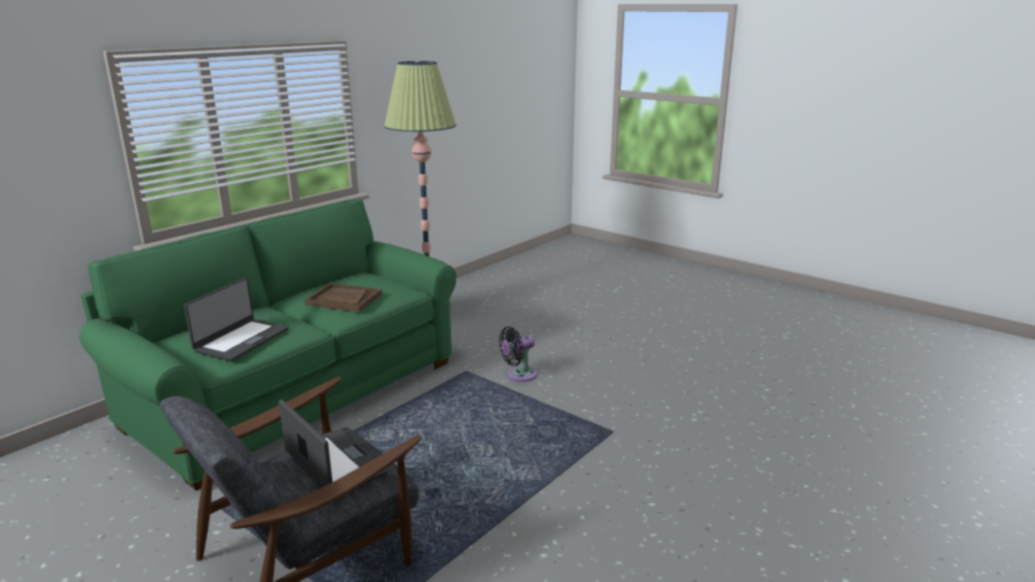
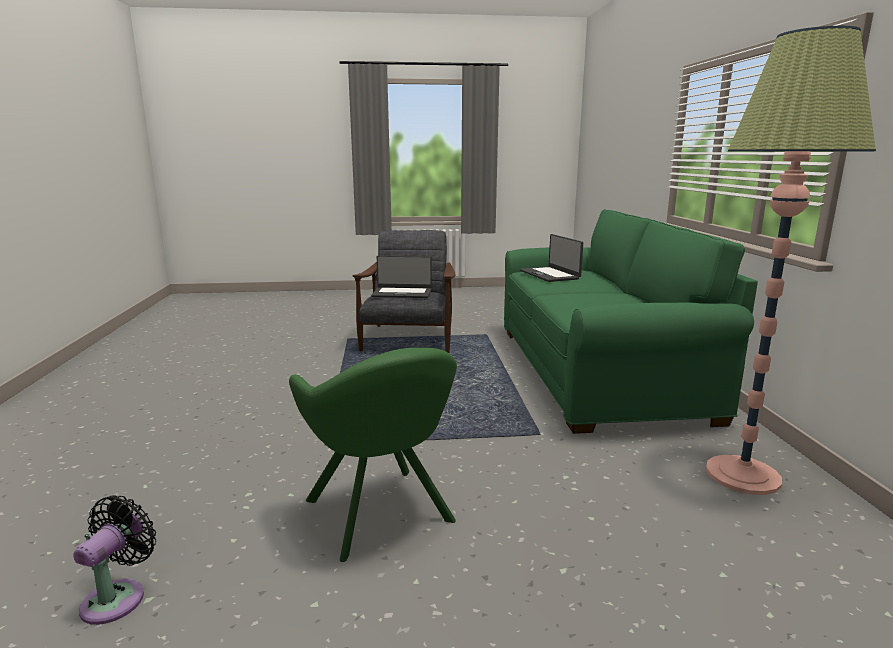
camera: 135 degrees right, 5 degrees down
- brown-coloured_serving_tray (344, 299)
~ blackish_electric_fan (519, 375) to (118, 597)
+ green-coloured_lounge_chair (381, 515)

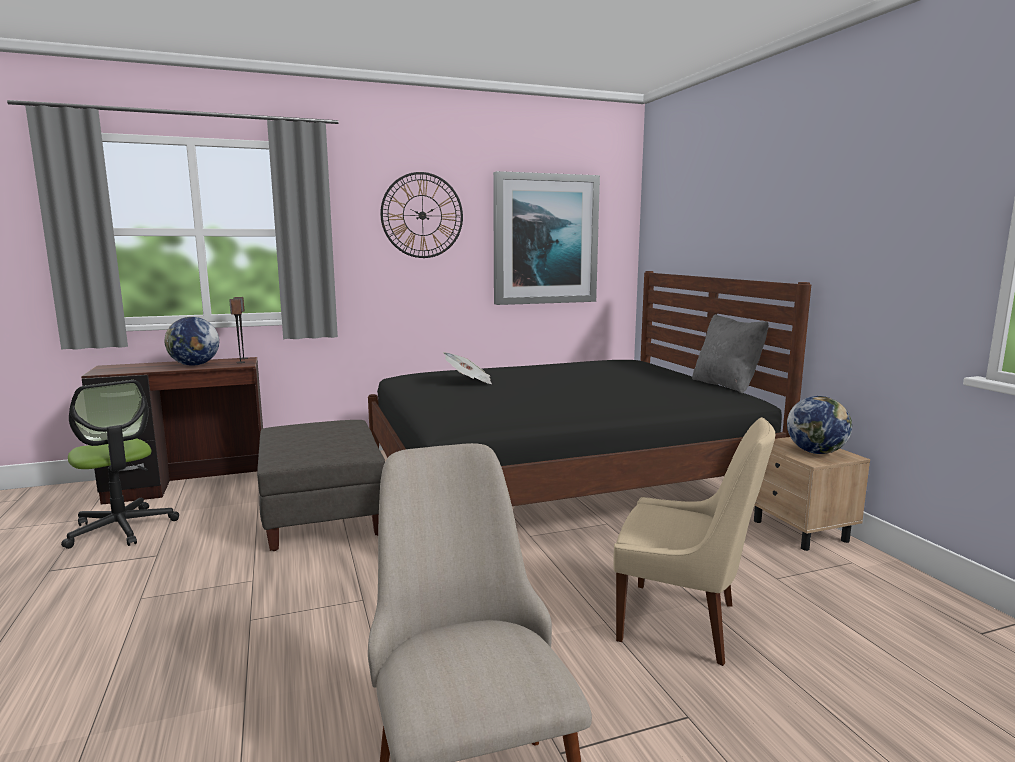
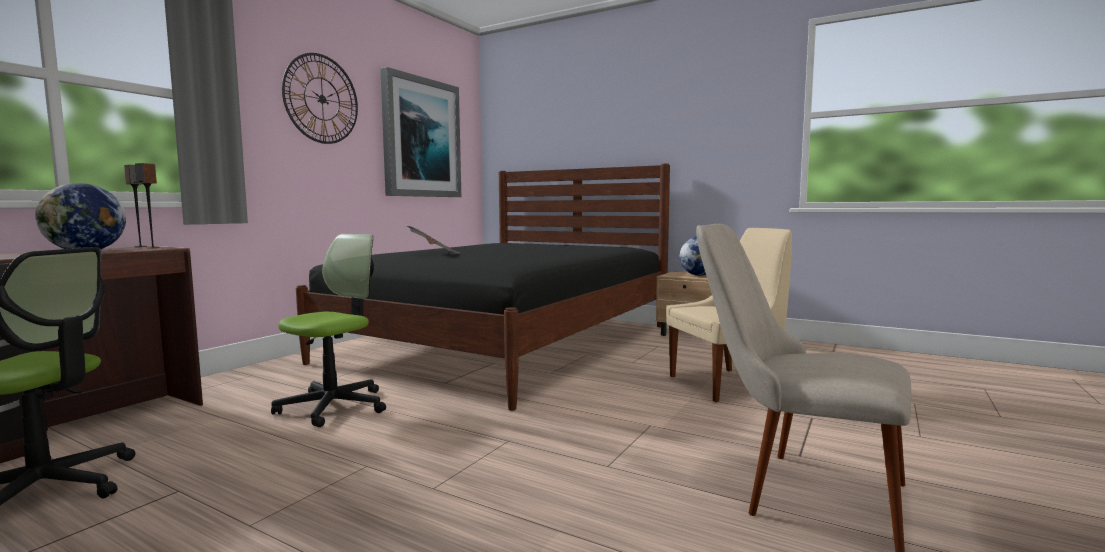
camera: 40 degrees left, 5 degrees down
- greyish_throw_pillow (726, 385)
~ greyish_ottoman (323, 515) to office_chair (333, 406)

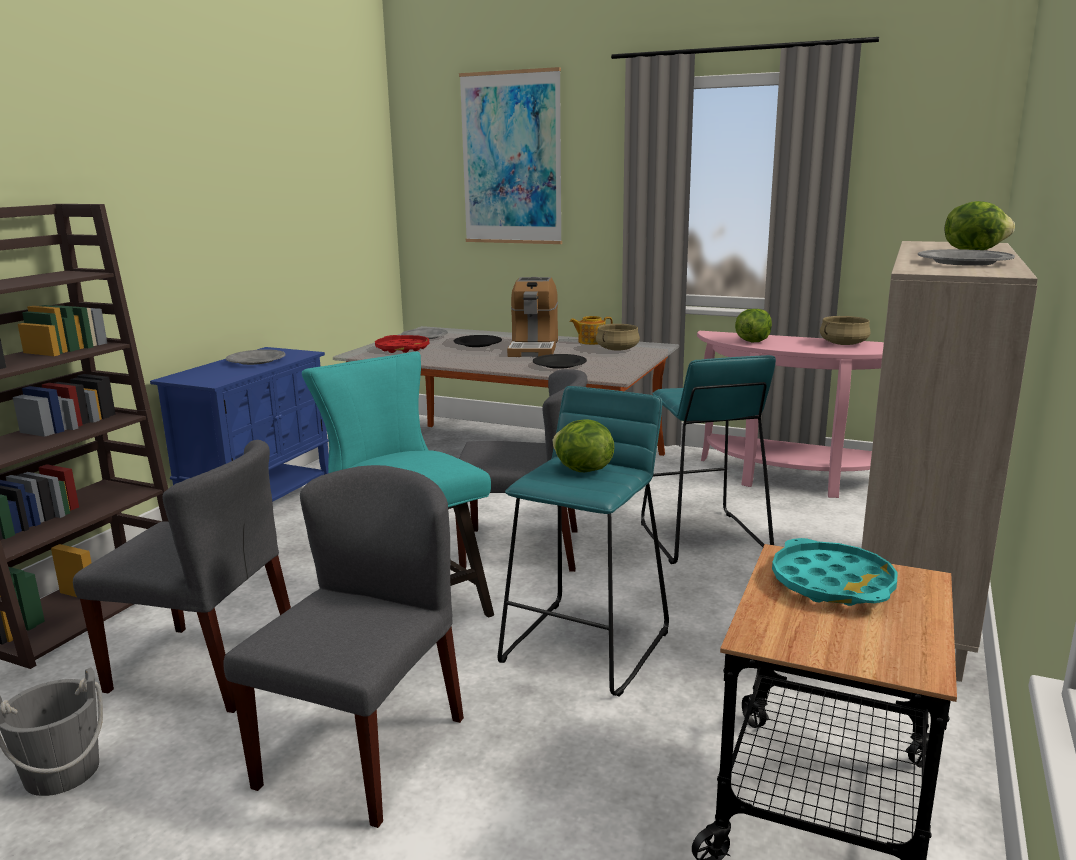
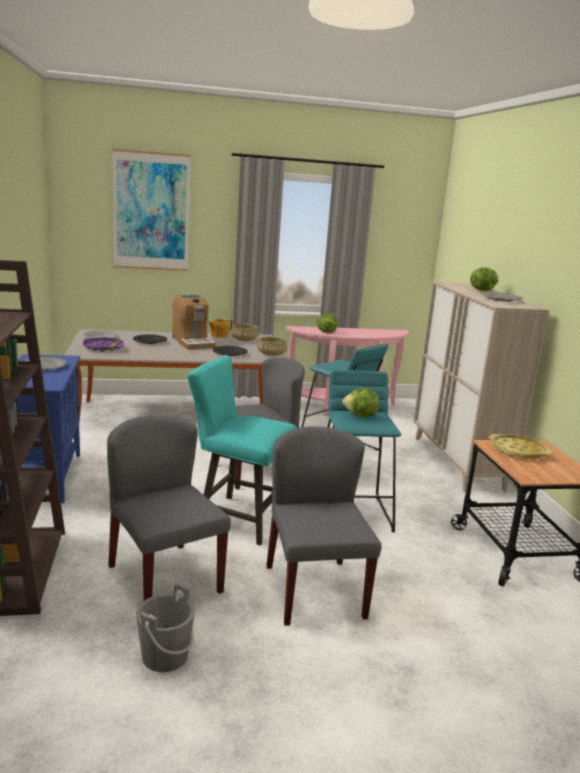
camera: 35 degrees left, 0 degrees up
~ beige-coloured_cooking_pot (843, 344) to (271, 354)
~ red_serving_tray (402, 348) to purple_serving_tray (103, 348)
~ greyish_chair (206, 667) = (164, 578) 105 degrees counterclockwise
~ blue-green_serving_tray (832, 583) to yellowish_serving_tray (518, 451)

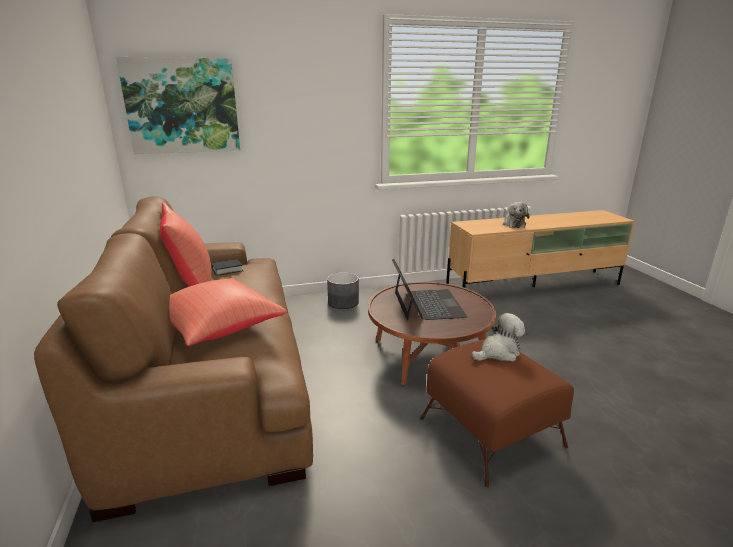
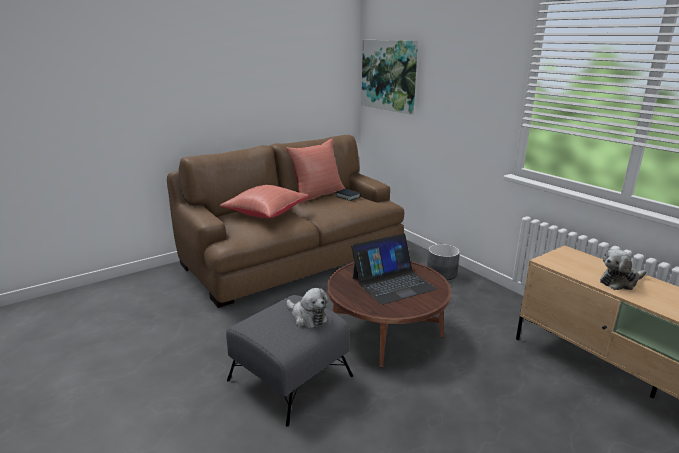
camera: 70 degrees right, 0 degrees up
~ brown-coloured_ottoman (490, 431) to greyish_ottoman (291, 377)

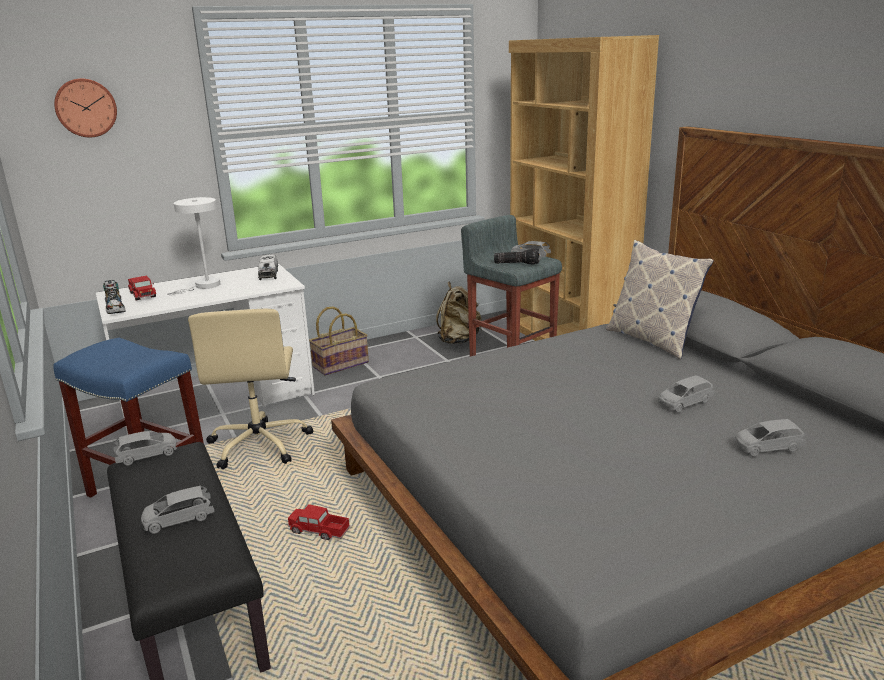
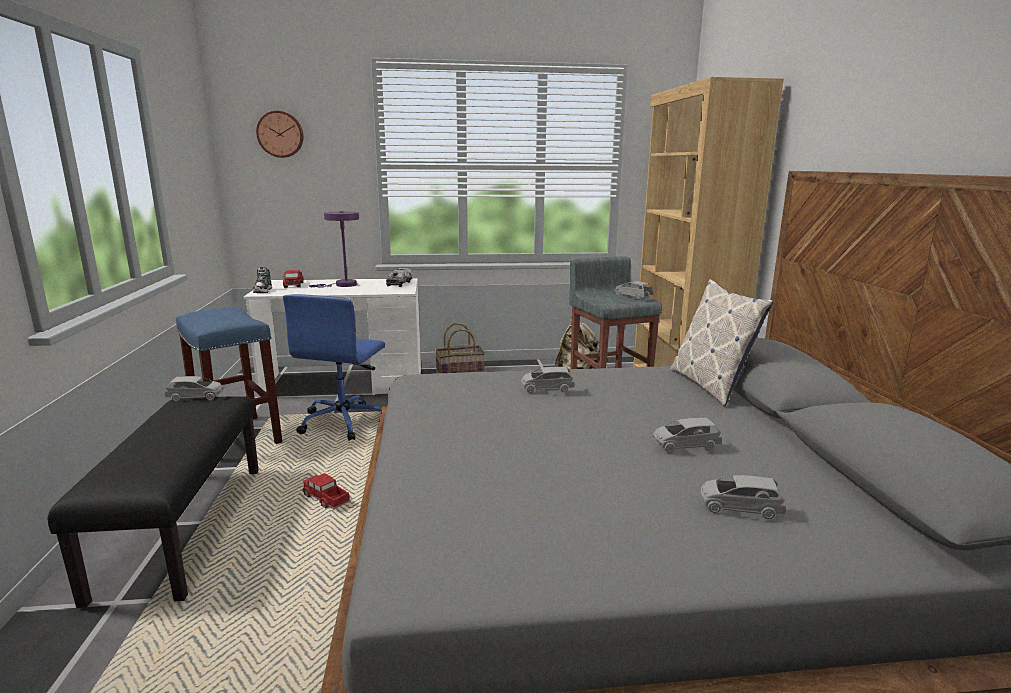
camera: 20 degrees right, 5 degrees down
~ white_lamp_for_a_table (204, 286) to purple_lamp_for_a_table (342, 285)
- hand_torch (517, 263)
~ beige-coloured_office_chair (260, 444) to blue-coloured_office_chair (344, 422)
~ greyish_miniature_car (179, 519) to (547, 389)

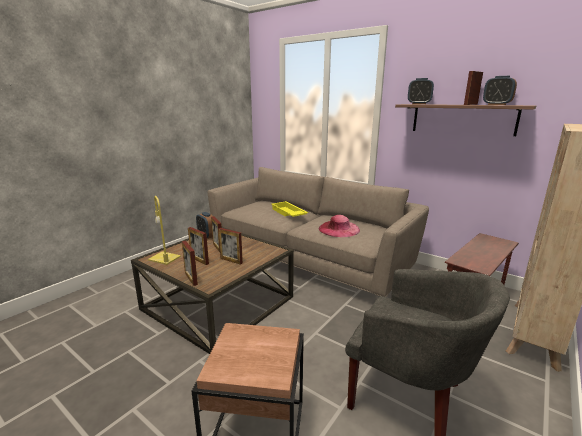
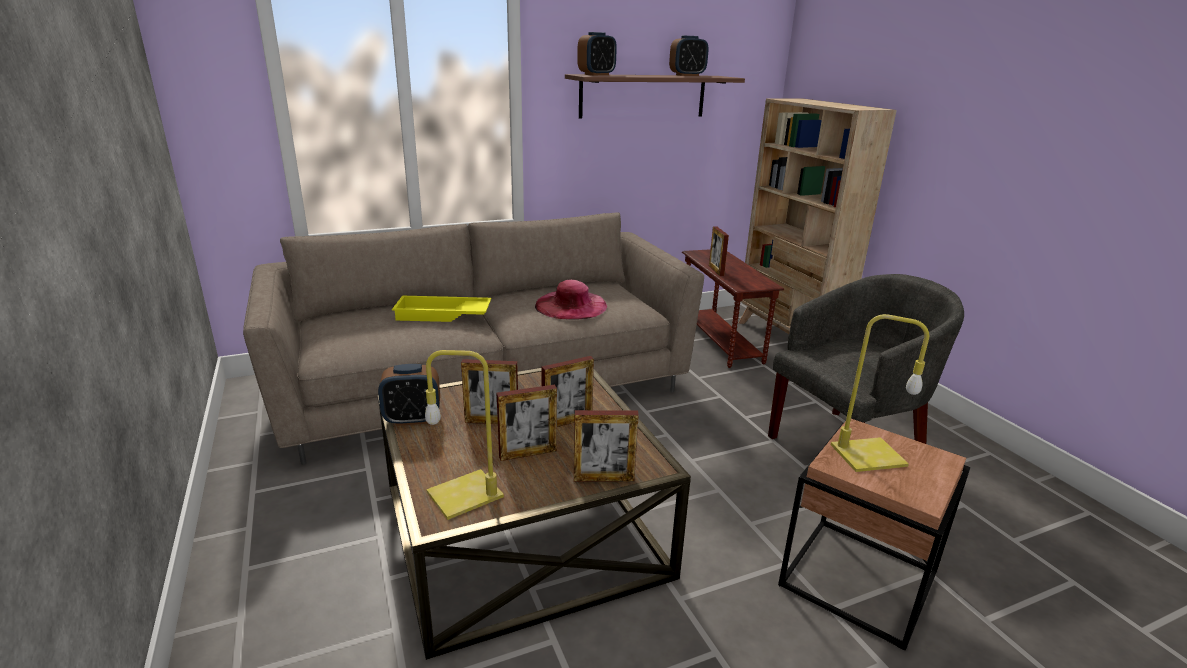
camera: 60 degrees left, 5 degrees up
~ photo_frame (470, 104) to (716, 270)
+ yellowish_lamp_for_a_table (867, 456)

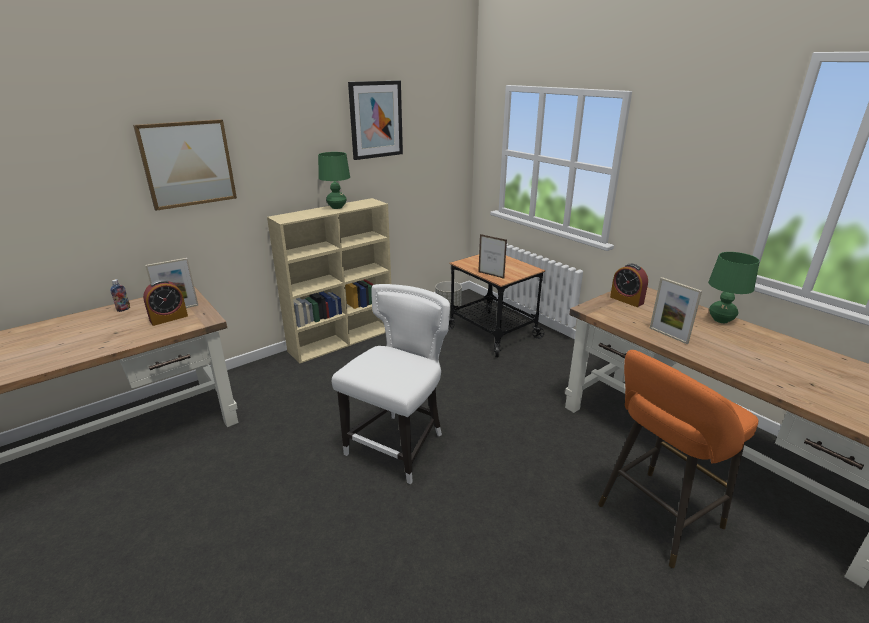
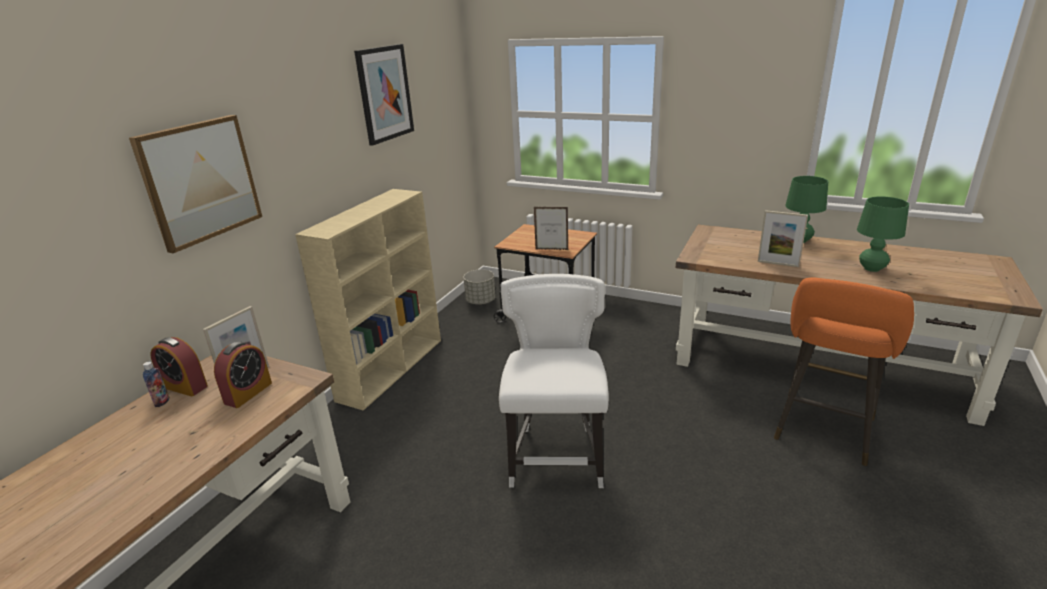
camera: 25 degrees left, 0 degrees up
~ green-coloured_lamp_for_a_table (337, 207) to (871, 268)
~ table_clock (626, 300) to (184, 386)

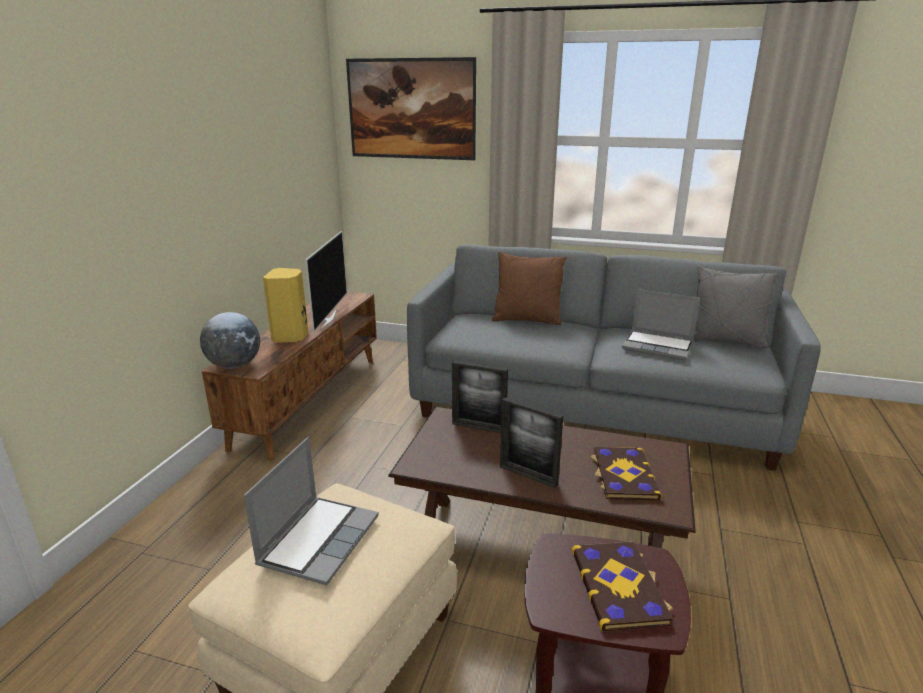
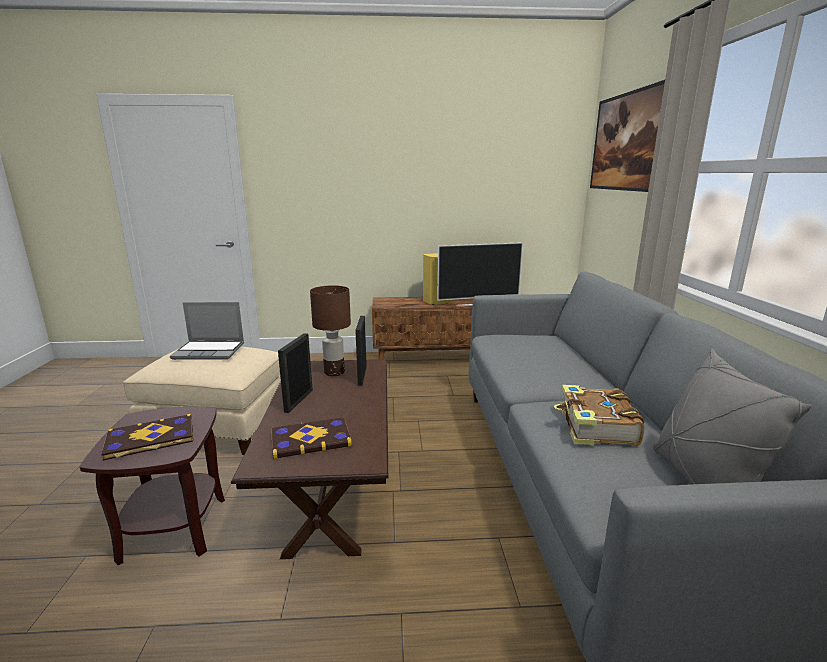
camera: 70 degrees right, 5 degrees down
- brown-coloured_throw_pillow (527, 320)
~ laptop (658, 346) to volume (595, 427)
- world_globe (234, 365)
+ brown-coloured_lamp_for_a_table (333, 372)

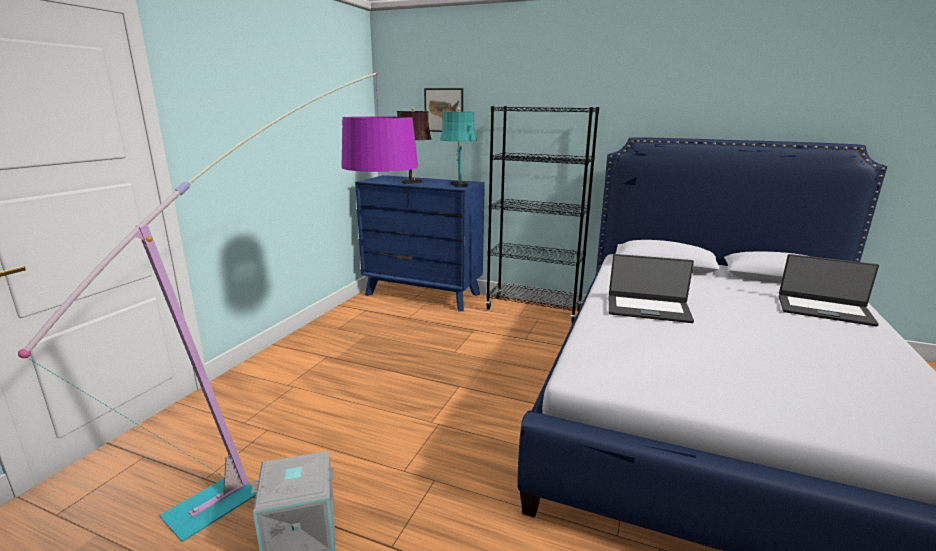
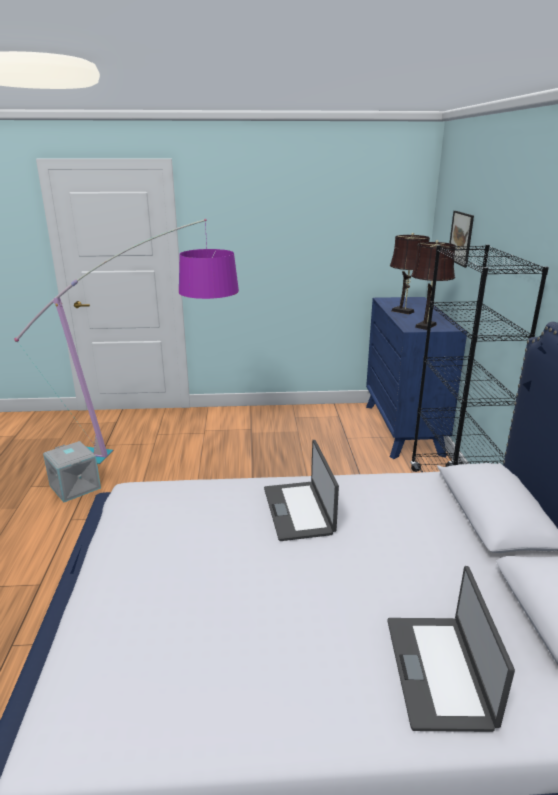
camera: 65 degrees right, 5 degrees up
~ blue-green_lamp_for_a_table (458, 184) to brown-coloured_lamp_for_a_table (427, 325)

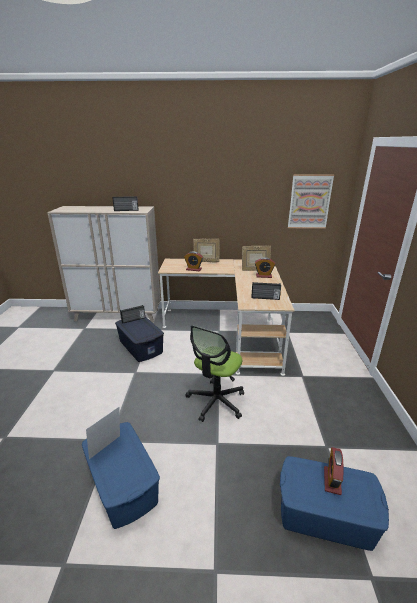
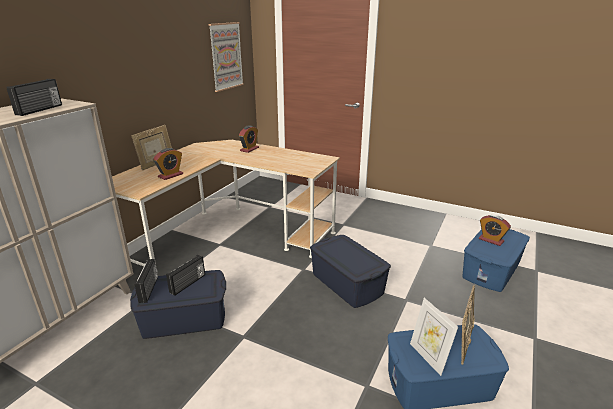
camera: 65 degrees left, 0 degrees up
~ photo_frame (255, 270) to (463, 344)
~ radio (265, 298) to (188, 284)
~ office_chair (216, 401) to blue-coloured_storage_bin (347, 283)

